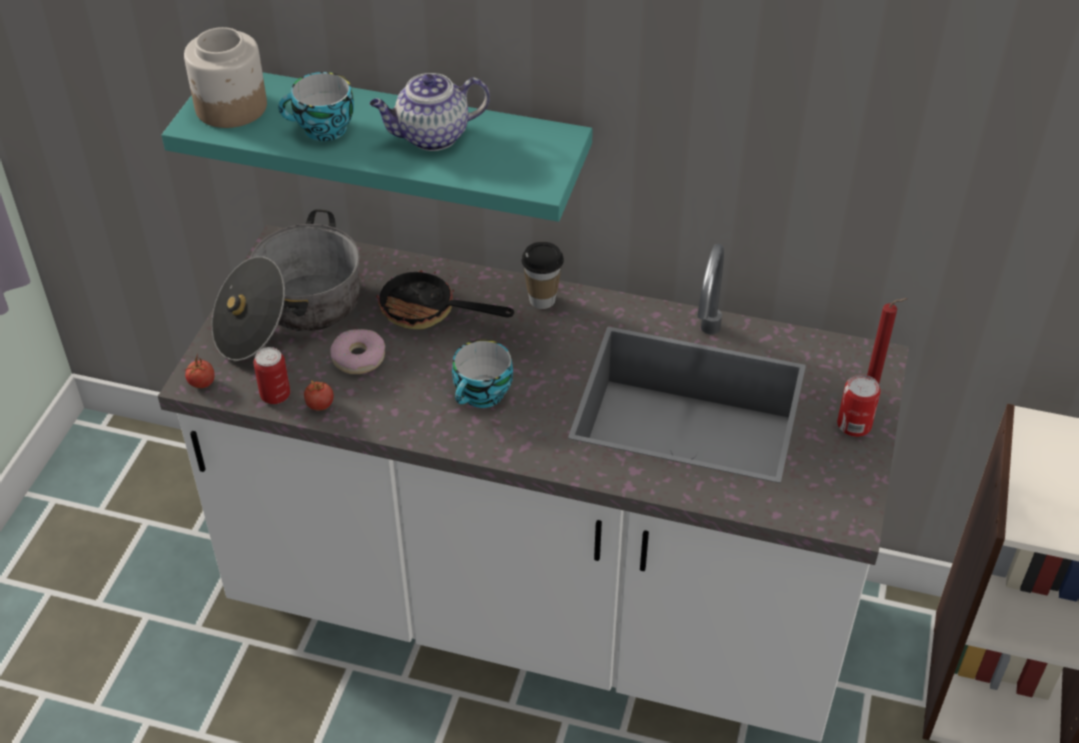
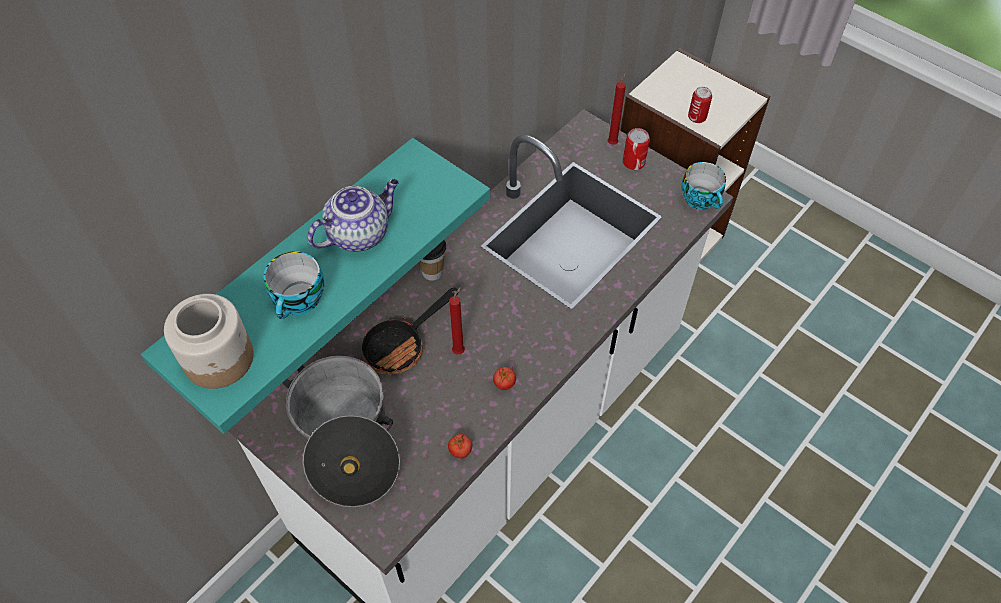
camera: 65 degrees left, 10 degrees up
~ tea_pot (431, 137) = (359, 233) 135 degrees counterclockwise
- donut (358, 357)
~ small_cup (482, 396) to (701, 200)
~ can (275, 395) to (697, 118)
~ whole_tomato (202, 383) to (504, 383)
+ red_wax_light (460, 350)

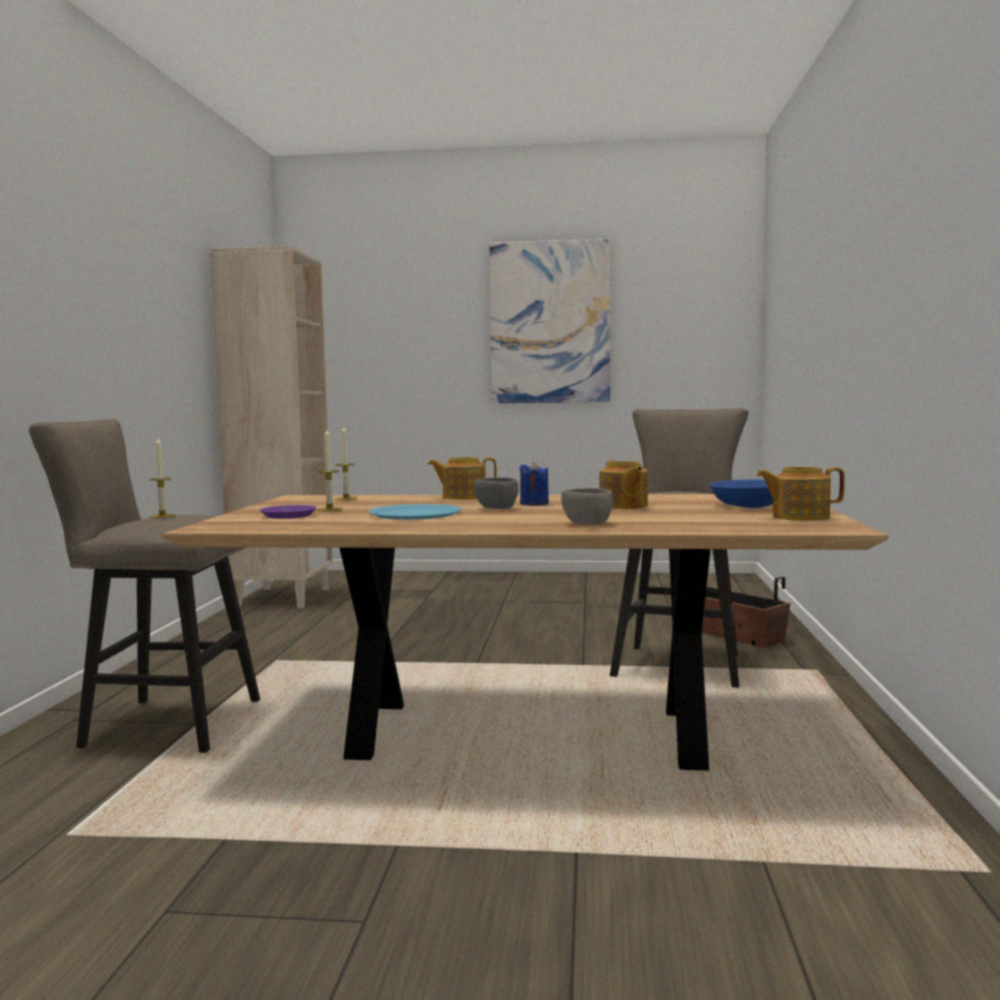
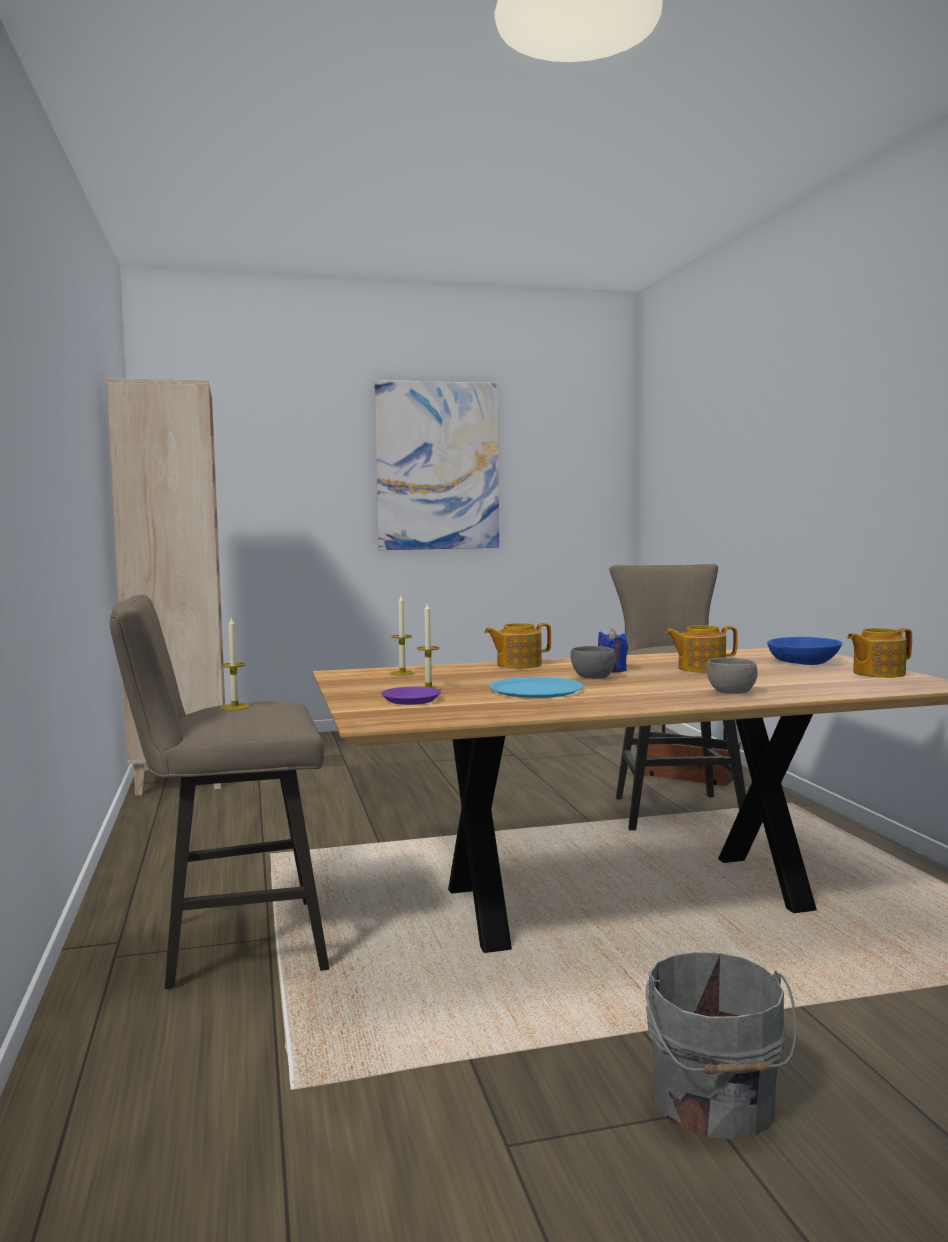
camera: 20 degrees left, 0 degrees up
~ tea_pot (623, 506) = (700, 668) 120 degrees clockwise
+ greyish_pail (714, 1104)

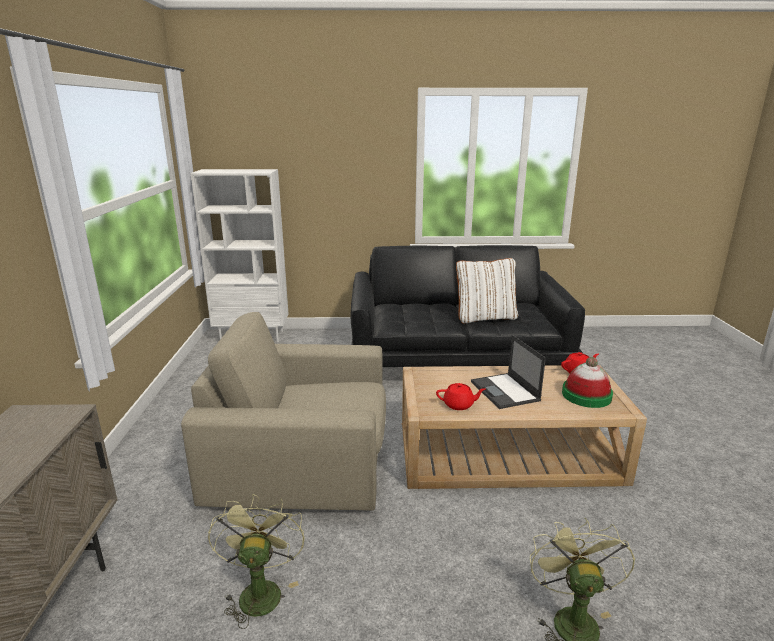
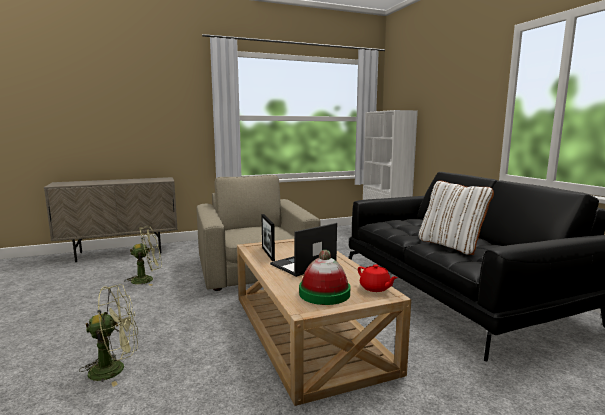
camera: 70 degrees right, 10 degrees down
~ red_tea_pot (459, 405) to photo_frame (268, 254)

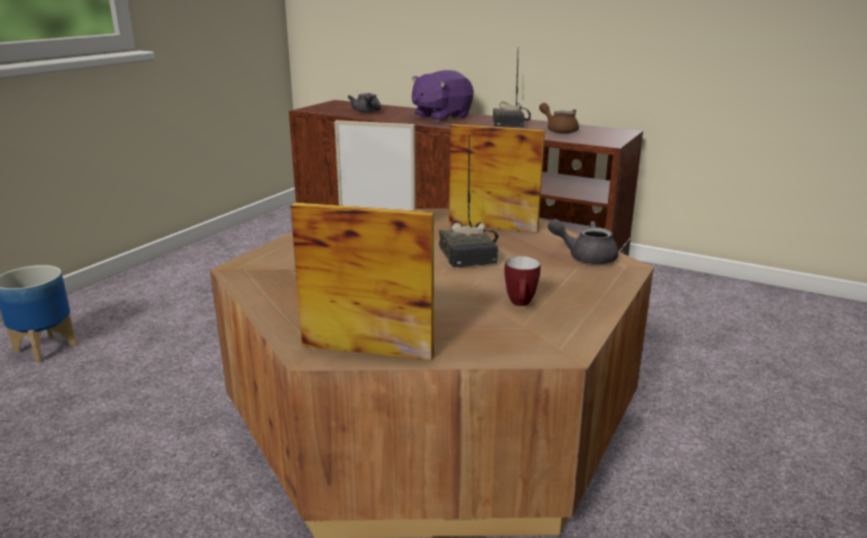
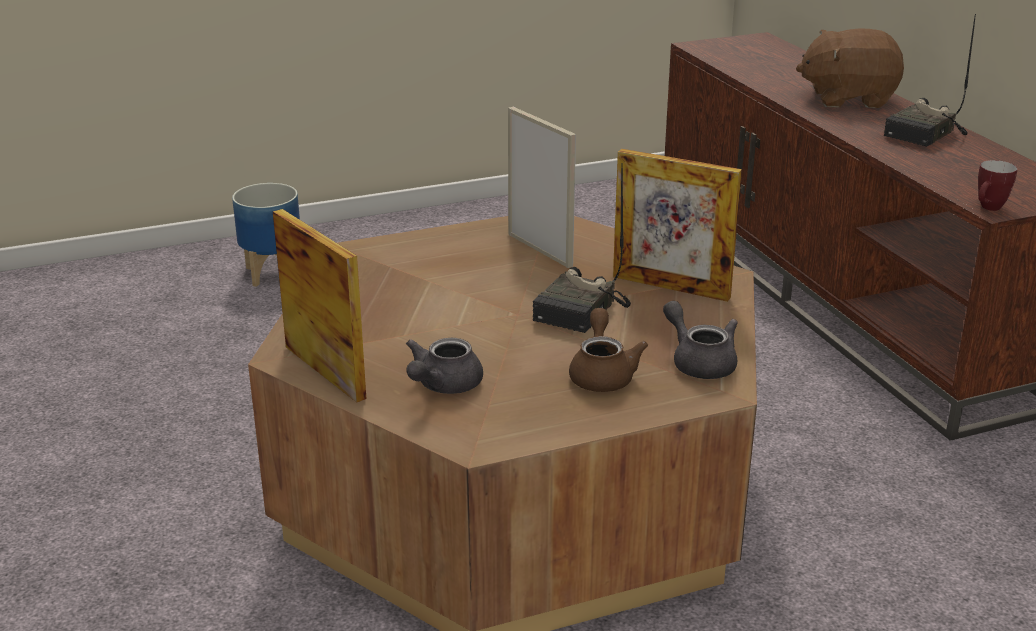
camera: 40 degrees right, 5 degrees up
~ purple_soft_toy (441, 117) to brown-coloured_soft_toy (848, 99)
~ greyish_tea_pot (367, 112) to (442, 386)
~ brown-coloured_tea_pot (559, 130) to (602, 374)
~ photo_frame (493, 227) = (670, 287) 150 degrees clockwise
~ coffee_mug (521, 304) to (989, 209)

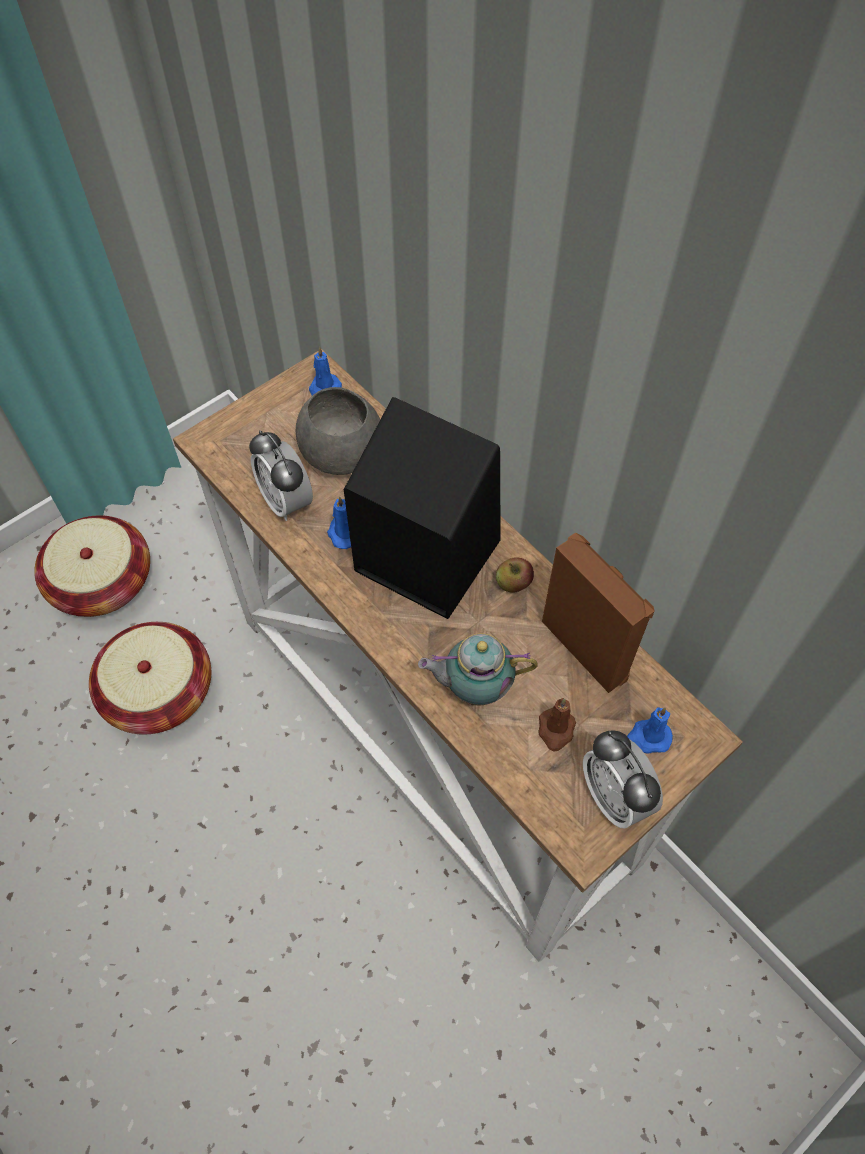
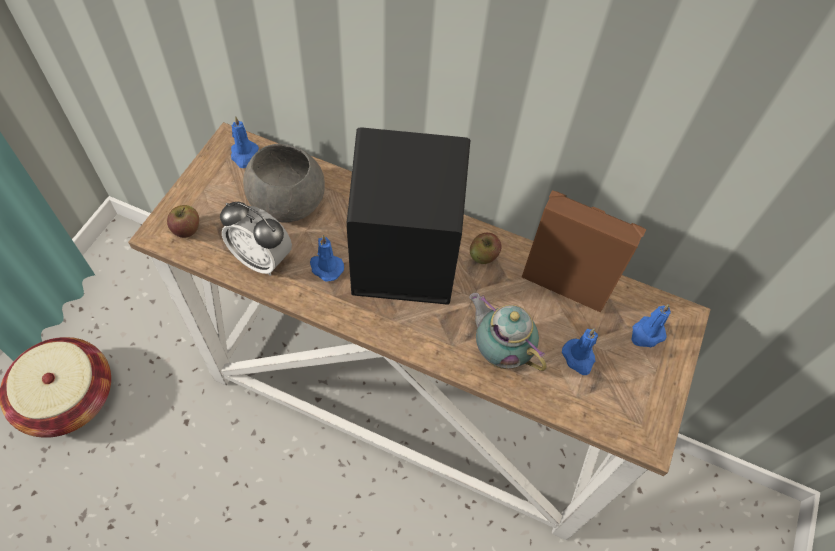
camera: 30 degrees left, 0 degrees up
- storage_basket (159, 692)
~ tea_pot (474, 687) = (499, 350) 75 degrees clockwise
~ brown-coloured_wax_light (556, 730) to blue-coloured_wax_light (579, 358)
- table_clock (614, 797)
+ apple (186, 229)

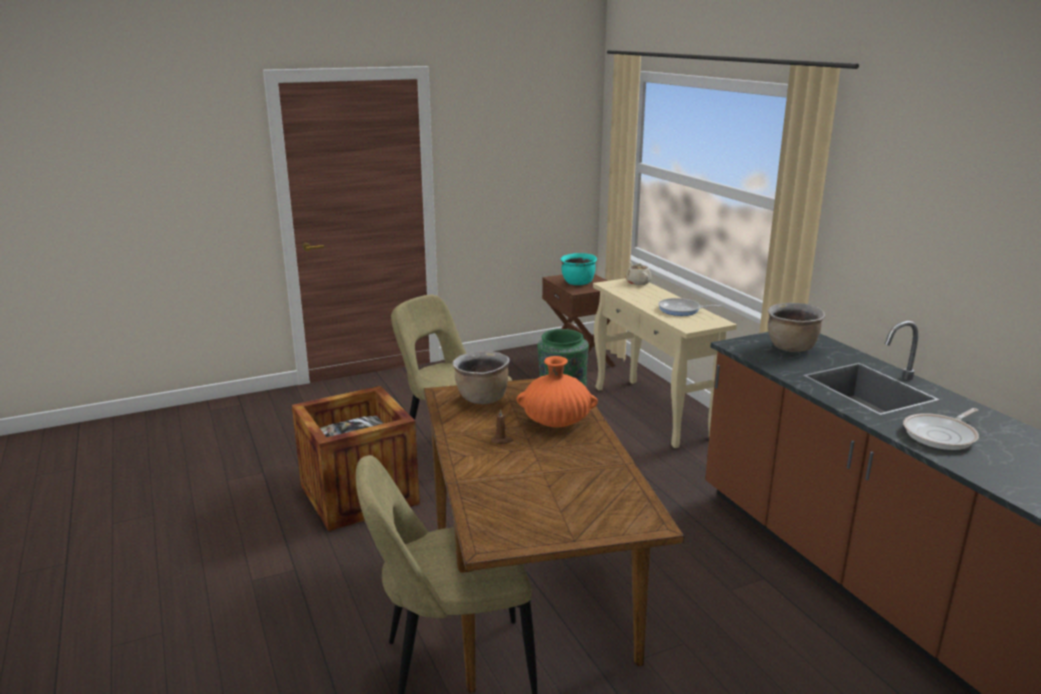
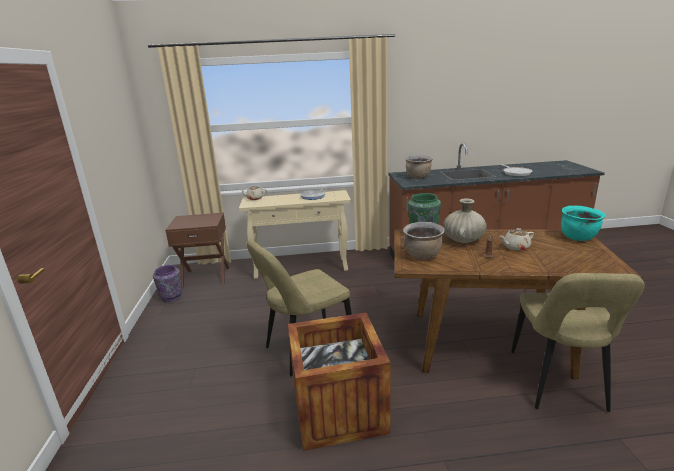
camera: 70 degrees left, 0 degrees up
~ blue-green_cooking_pot (578, 283) to (578, 237)
~ orangey_decorative_vase (556, 422) to beige-coloured_decorative_vase (463, 240)
+ beige-coloured_tea_pot (515, 247)
+ purple_decorative_vase (171, 297)

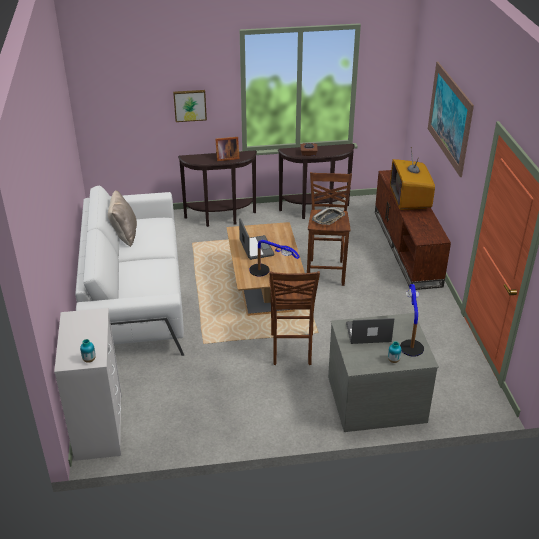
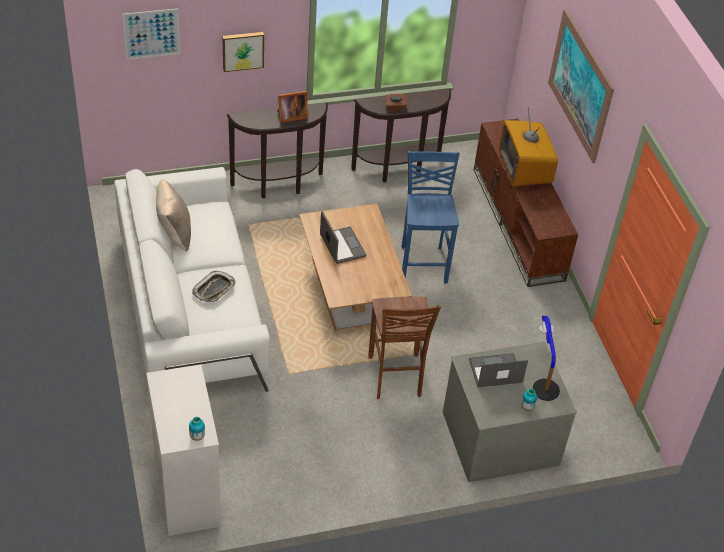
camera: 10 degrees left, 10 degrees up
~ brown-coloured_stool (326, 272) to blue-coloured_stool (423, 263)
~ serving_tray (328, 218) to (214, 289)
- lamp_for_a_table (269, 274)
+ picture (151, 34)

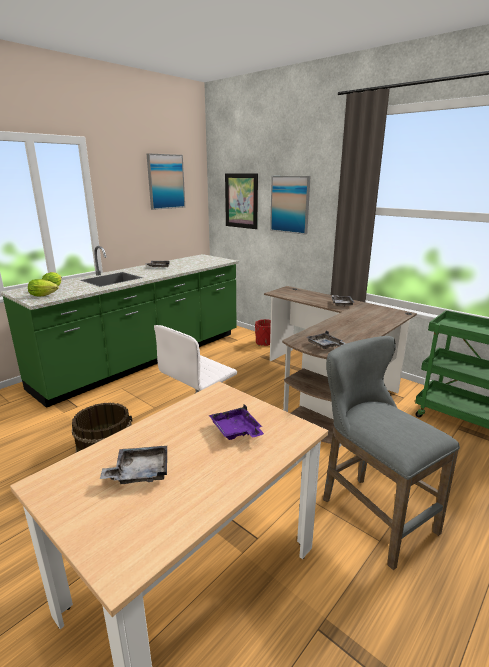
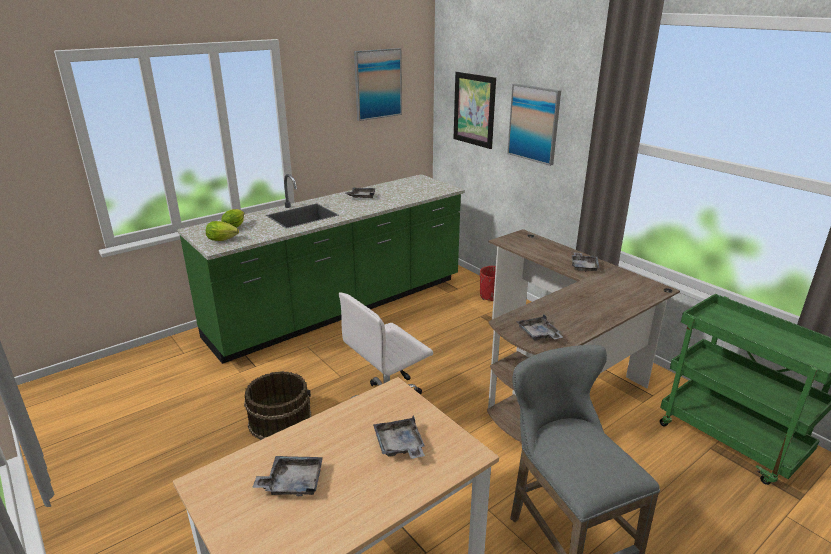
camera: 10 degrees right, 5 degrees up
~ purple_serving_tray (236, 431) to greyish_serving_tray (399, 445)

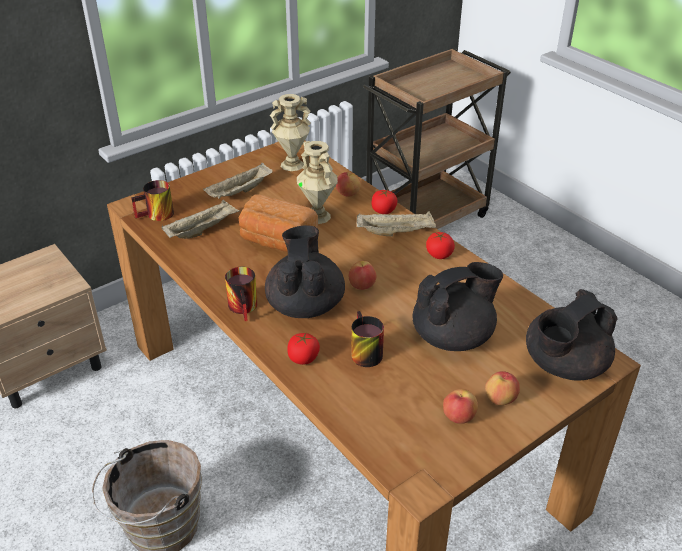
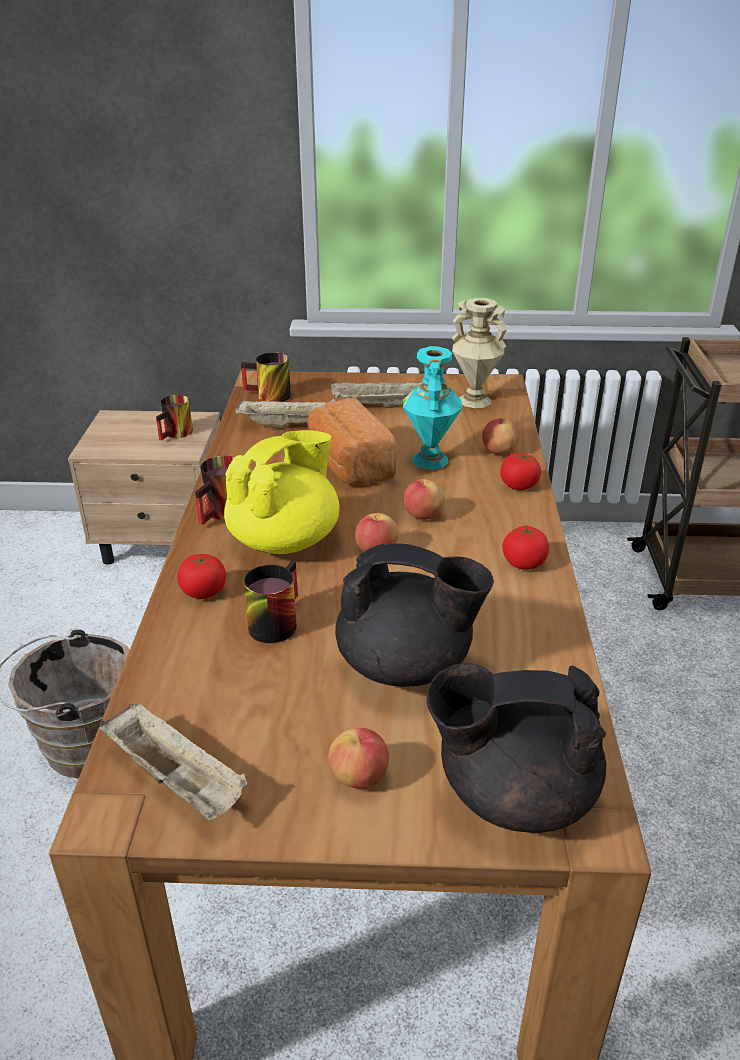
camera: 40 degrees right, 5 degrees down
~ beige-coloured_decorative_vase (318, 216) to blue-green_decorative_vase (431, 460)
~ beige-coloured_serving_tray (396, 232) to (178, 780)
~ blackish_tea_pot (305, 304) to yellowish_tea_pot (285, 540)
~ apple (458, 417) to (423, 516)
+ coffee_mug (177, 434)

